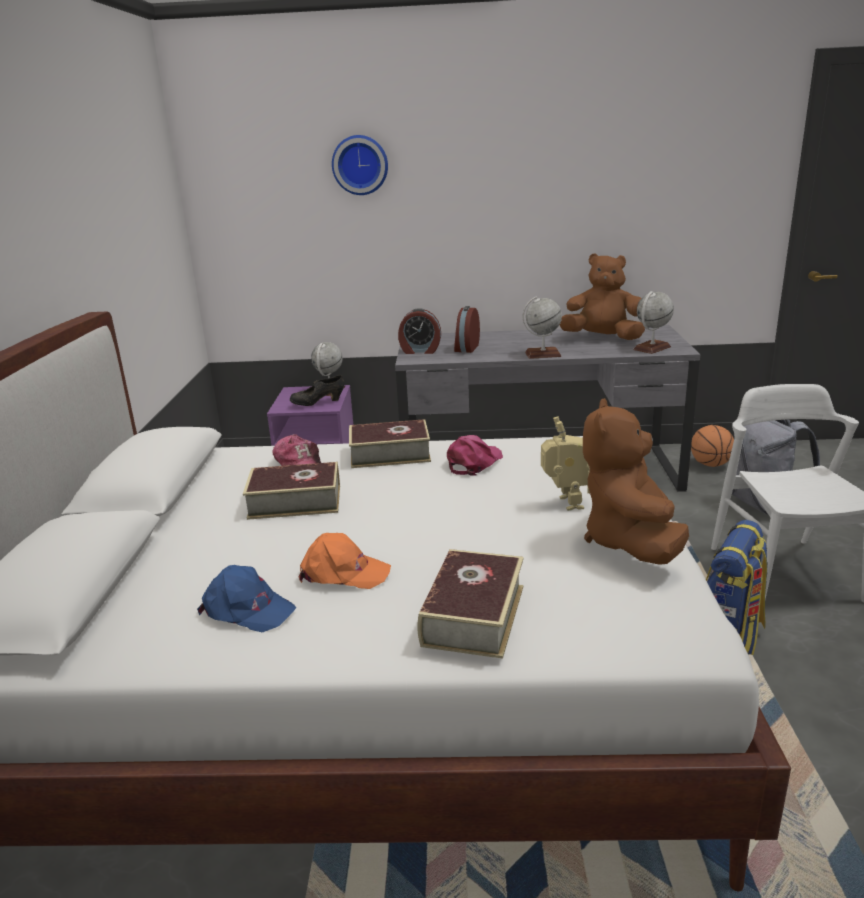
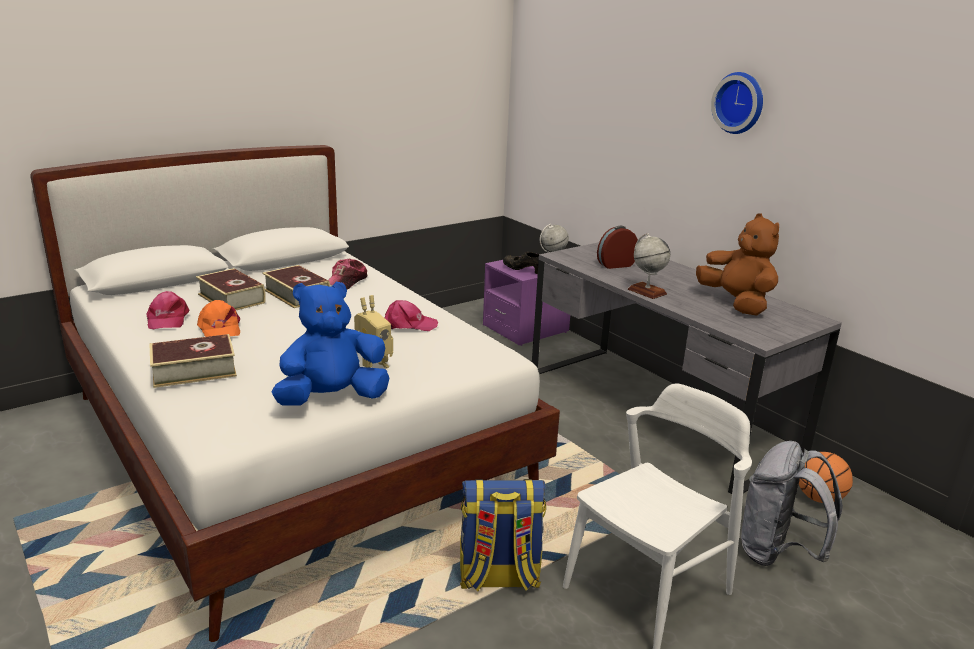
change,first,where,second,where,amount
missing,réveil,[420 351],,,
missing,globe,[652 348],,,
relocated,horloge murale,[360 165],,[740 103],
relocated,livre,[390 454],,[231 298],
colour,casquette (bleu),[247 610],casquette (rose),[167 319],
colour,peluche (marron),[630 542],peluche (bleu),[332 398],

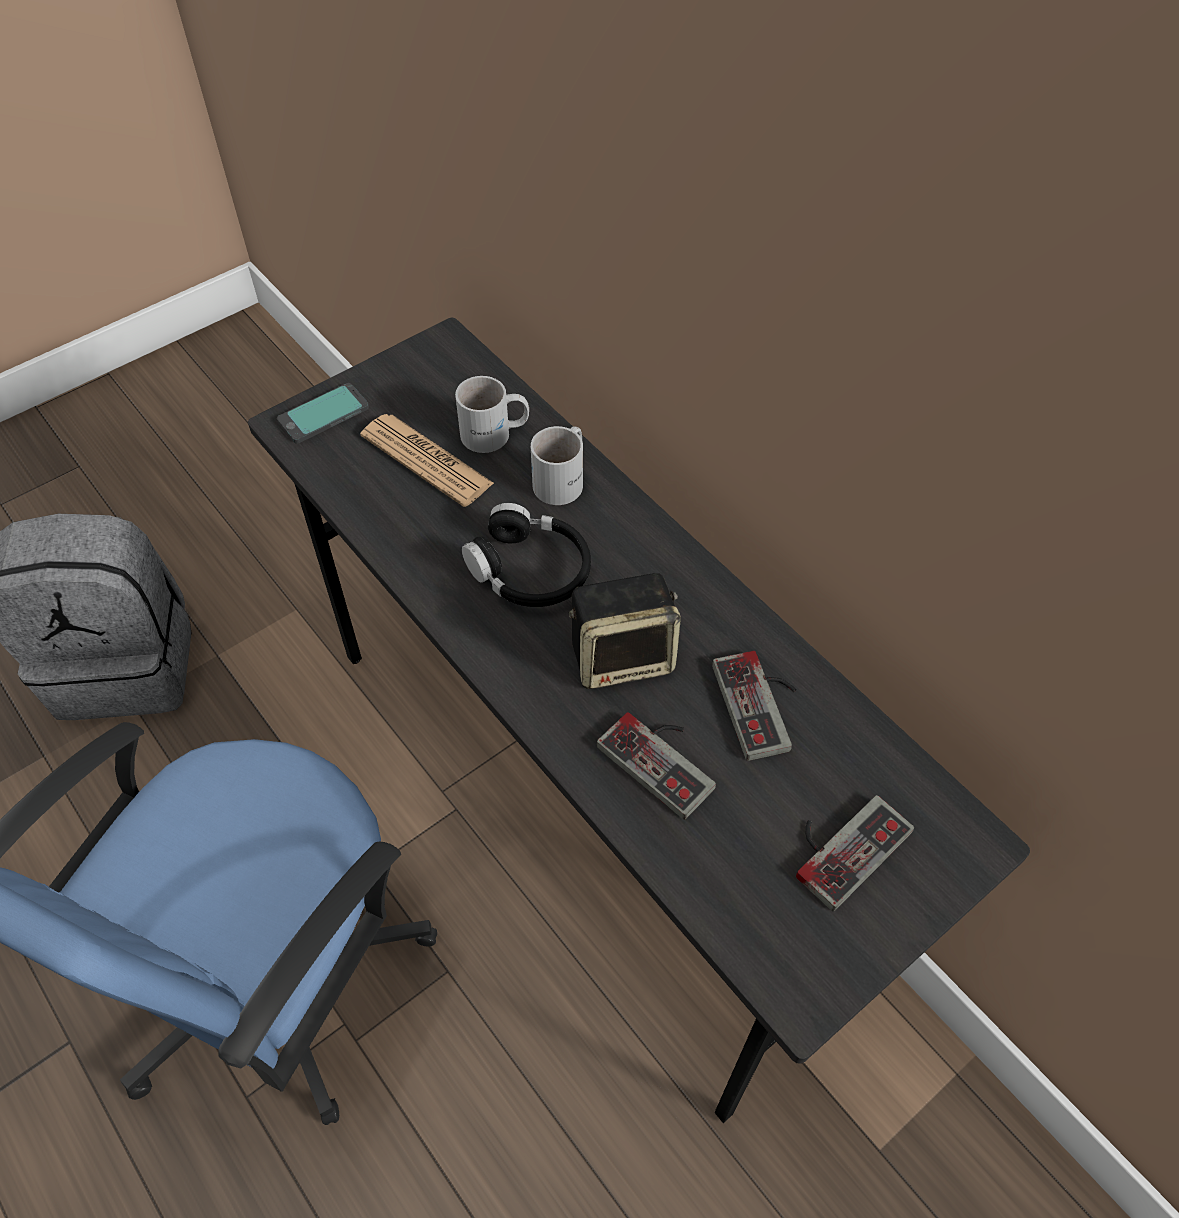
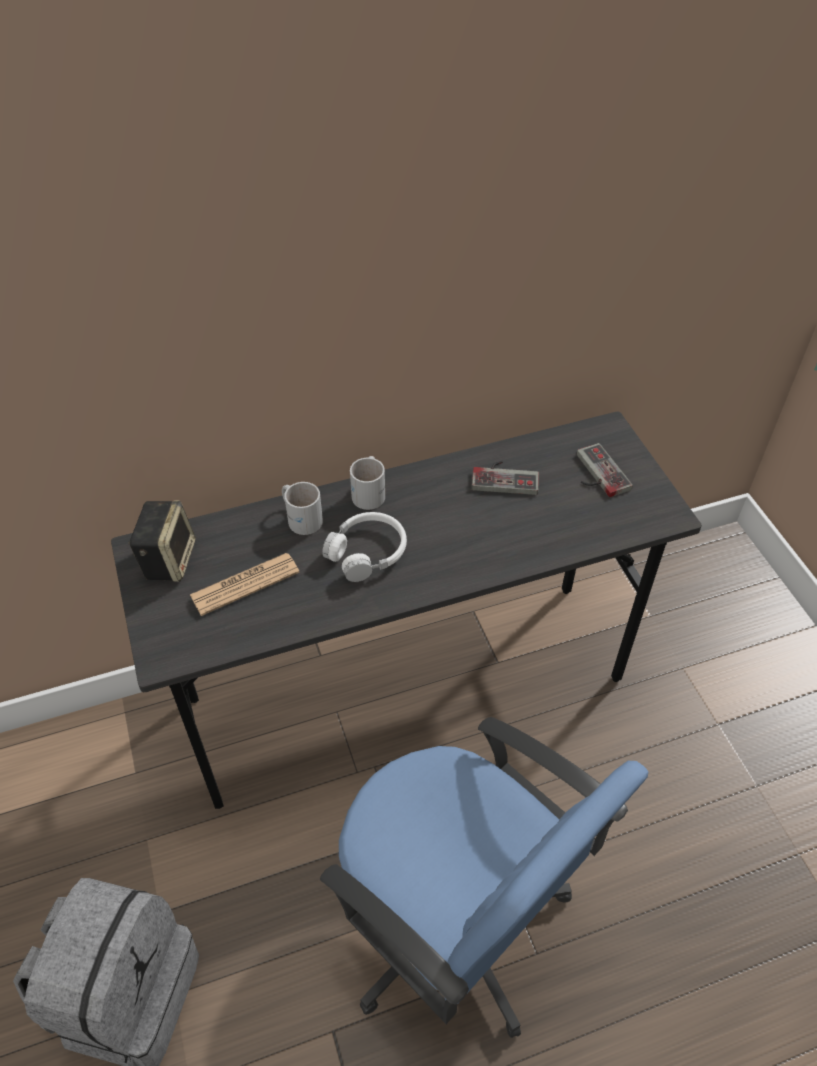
change,first,where,second,where,amount
missing,téléphone,[323 415],,,
missing,manette,[664 758],,,
relocated,mug (blanc),[495 434],,[371 492],
relocated,enceinte,[623 656],,[168 559],
colour,casque audio (noir),[530 570],casque audio (blanc),[367 552],

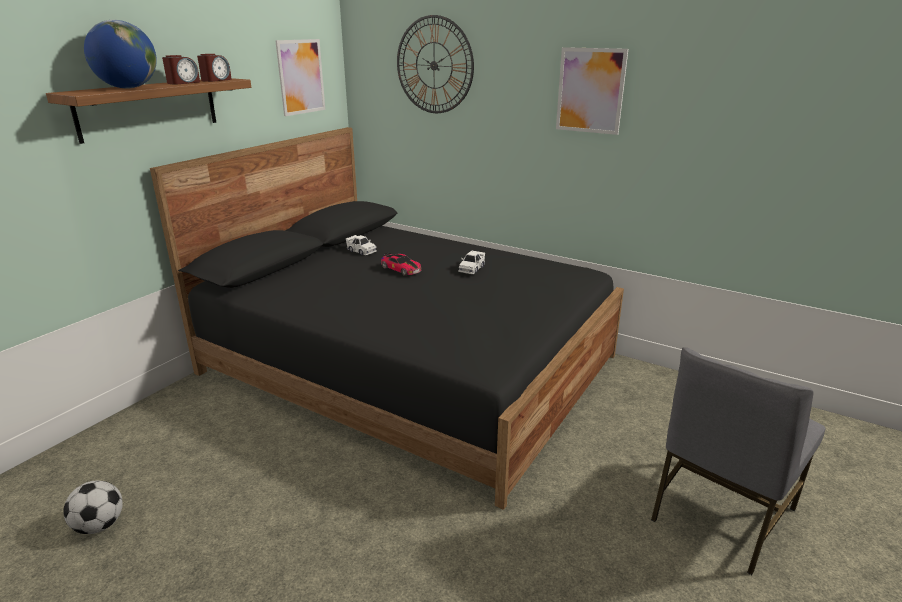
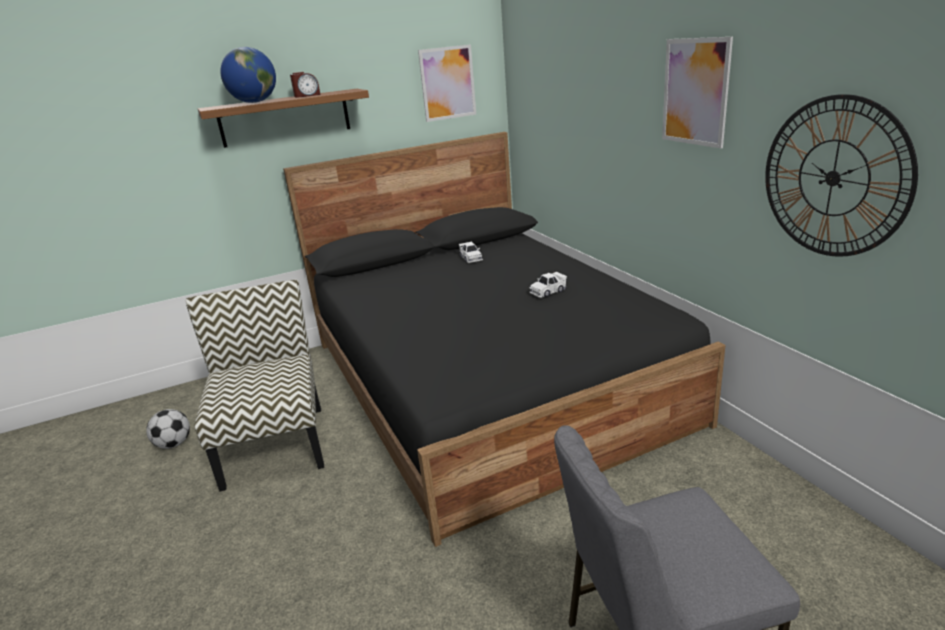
change,first,where,second,where,amount
missing,réveil,[216 80],,,
missing,petite voiture,[401 269],,,
appeared,,,chaise,[274 444],
relocated,horloge murale,[434 65],,[833 178],

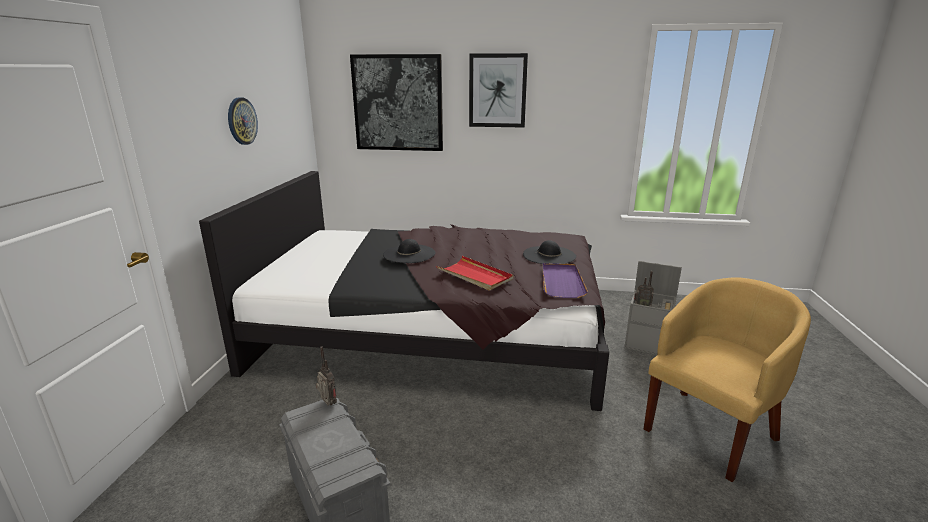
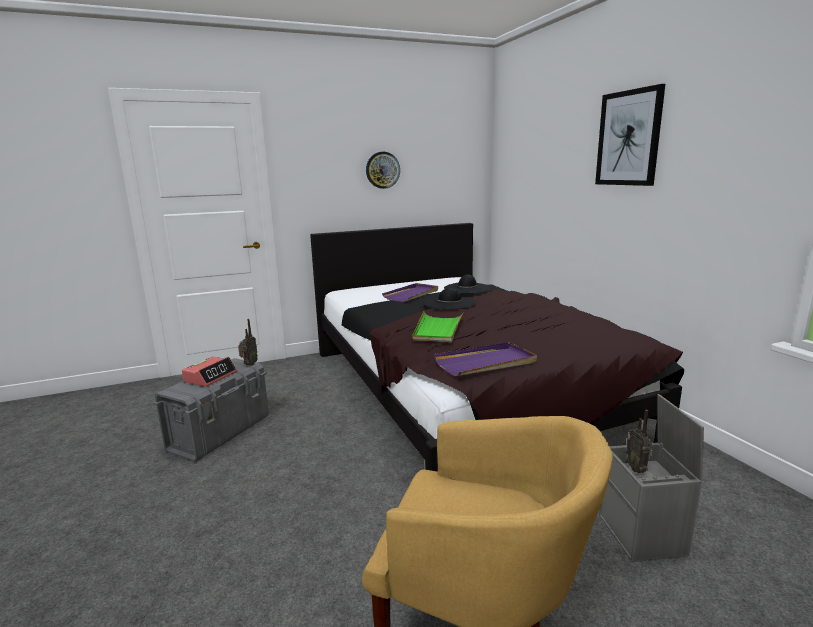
change,first,where,second,where,amount
missing,tableau,[398 103],,,
appeared,,,réveil,[210 377],
appeared,,,plateau (violet),[412 294],
relocated,chapeau (noir),[549 255],,[467 288],
colour,plateau (rouge),[475 276],plateau (vert),[437 329],

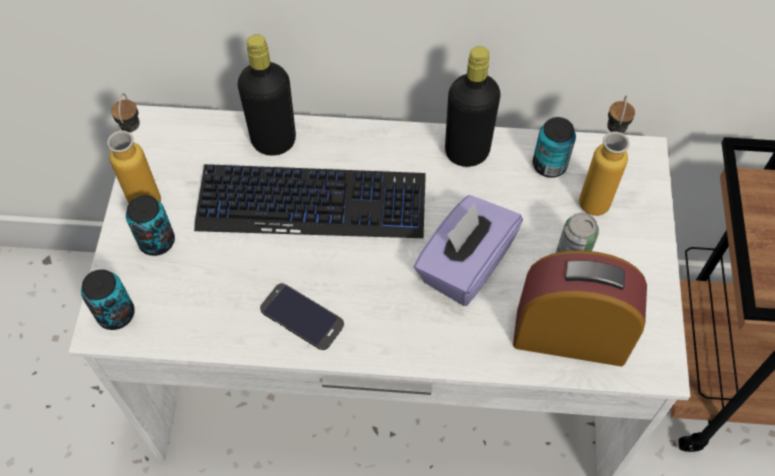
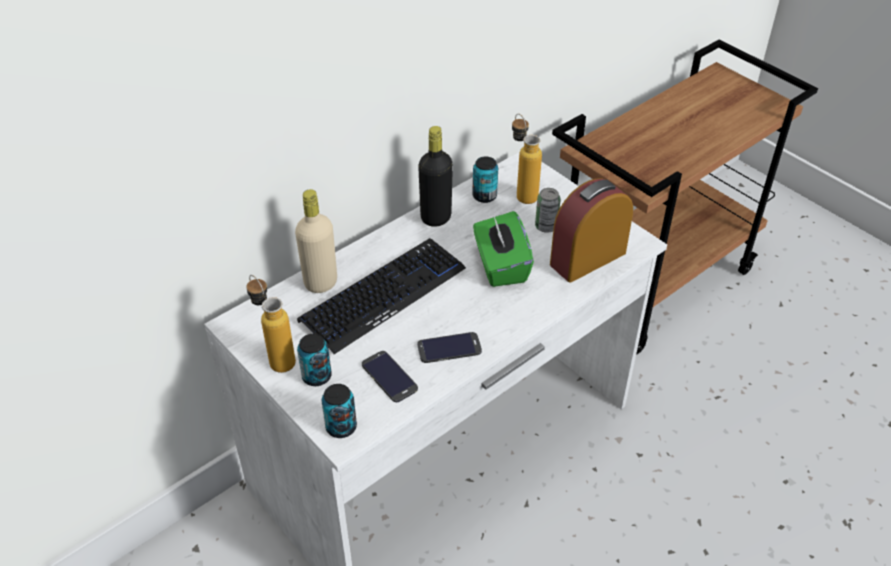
change,first,where,second,where,amount
appeared,,,téléphone,[389 377],
colour,bouteille (noir),[274 141],bouteille (beige),[320 282],
colour,boîte à mouchoirs (violet),[464 265],boîte à mouchoirs (vert),[500 266],

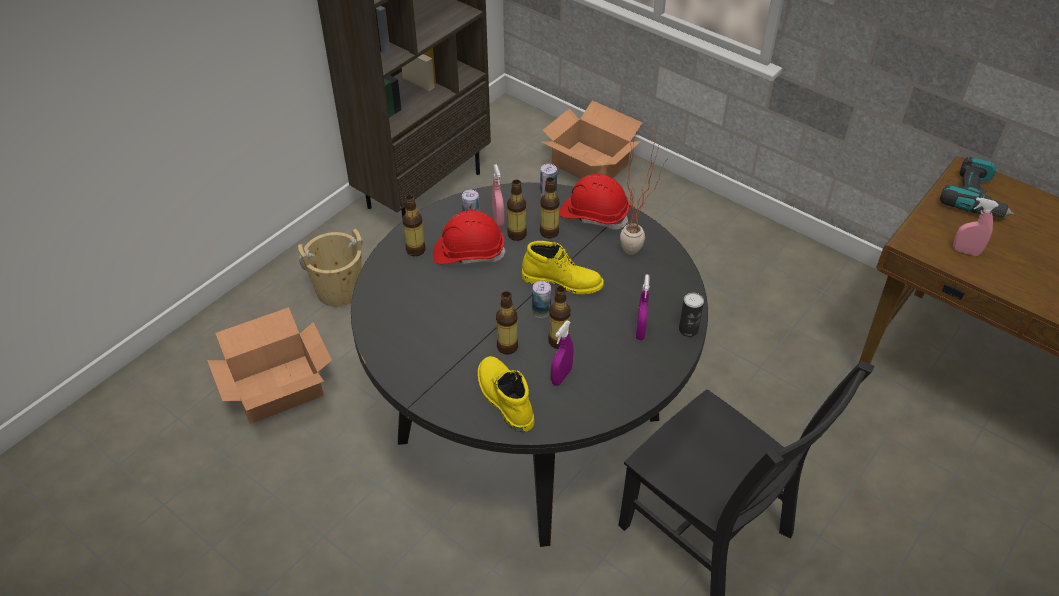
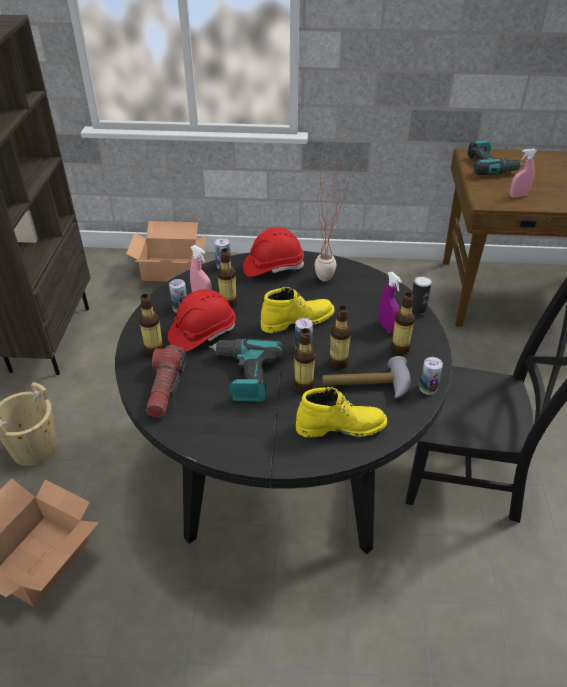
change,first,where,second,where,amount
appeared,,,lampe de poche,[165 388],
appeared,,,perceuse,[245 375],
appeared,,,boîte métallique,[428 388],
relocated,bouteille,[549 232],,[399 349],
exchanged,vaporisateur (violet),[561 376],marteau,[366 386],
spun,botte (jaune),[503 398],,[341 426],150 degrees clockwise

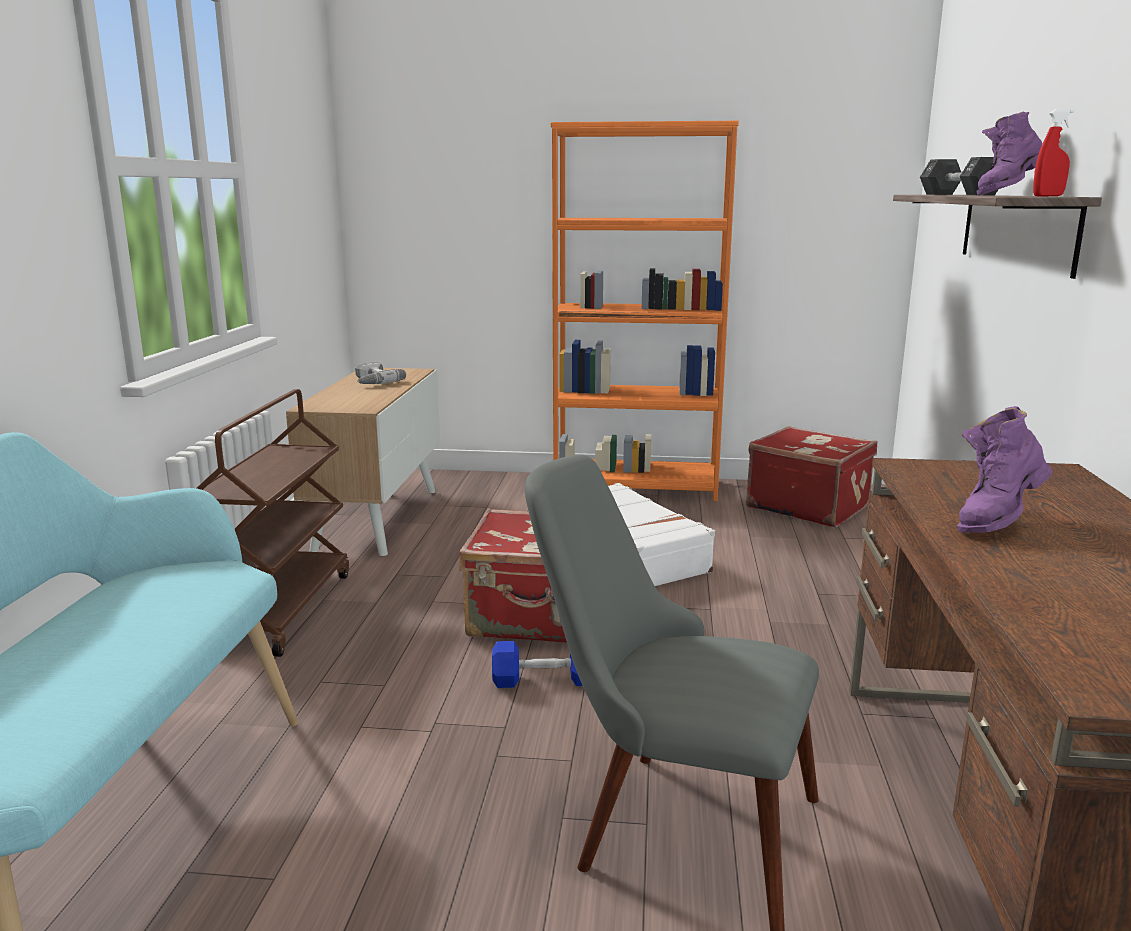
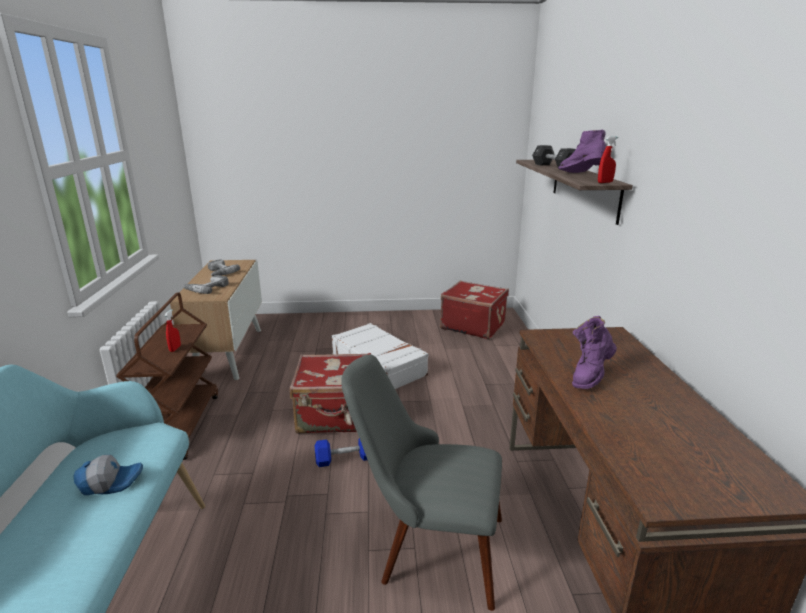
change,first,where,second,where,amount
missing,bibliothèque (orange),[636 487],,,
appeared,,,casquette,[111 482],
appeared,,,vaporisateur (rouge),[175 349],
appeared,,,perceuse,[206 288],
spun,botte (violet),[1006 195],,[581 175],105 degrees clockwise

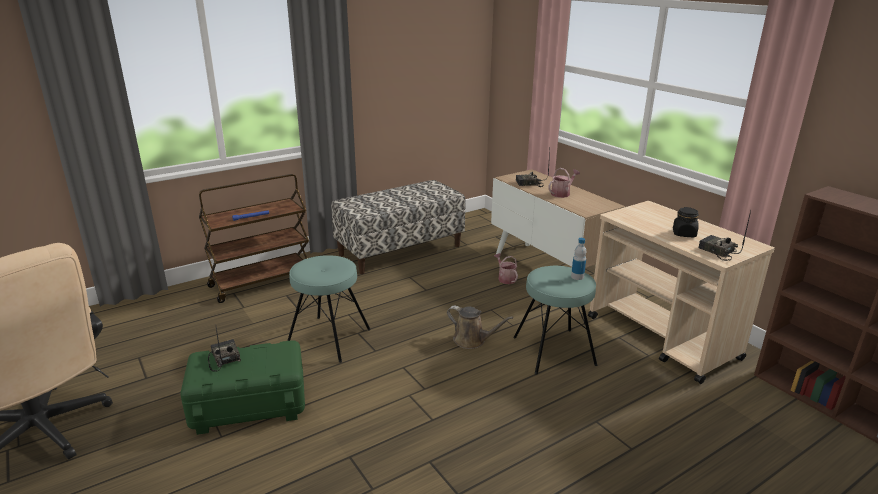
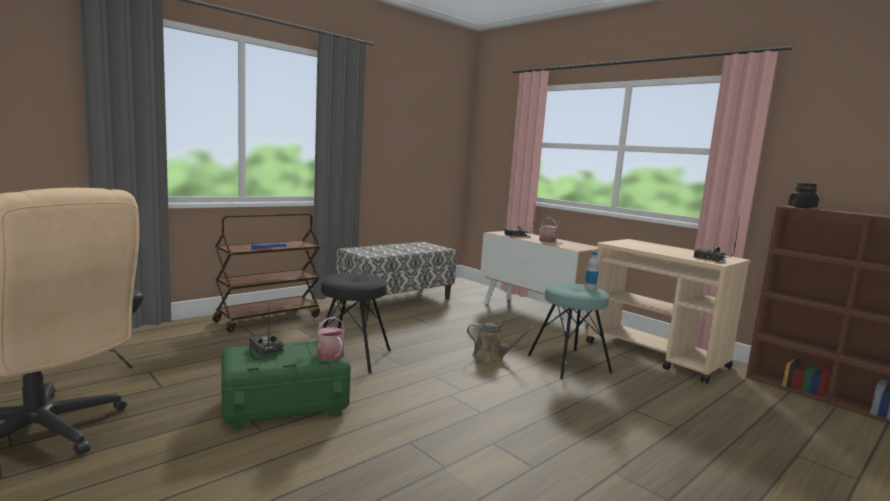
change,first,where,second,where,amount
relocated,arrosoir,[505 278],,[328 353],
relocated,bocal (noir),[684 234],,[802 207],
colour,tabouret (turquoise),[329 339],tabouret (noir),[351 357],

